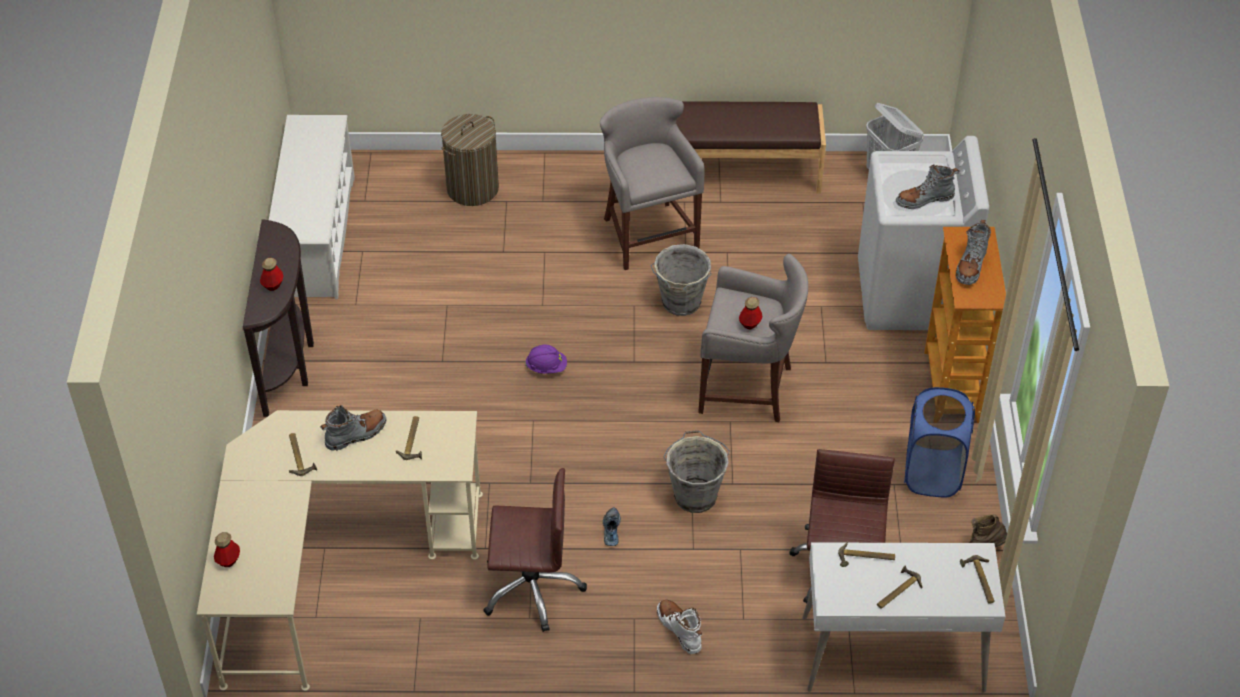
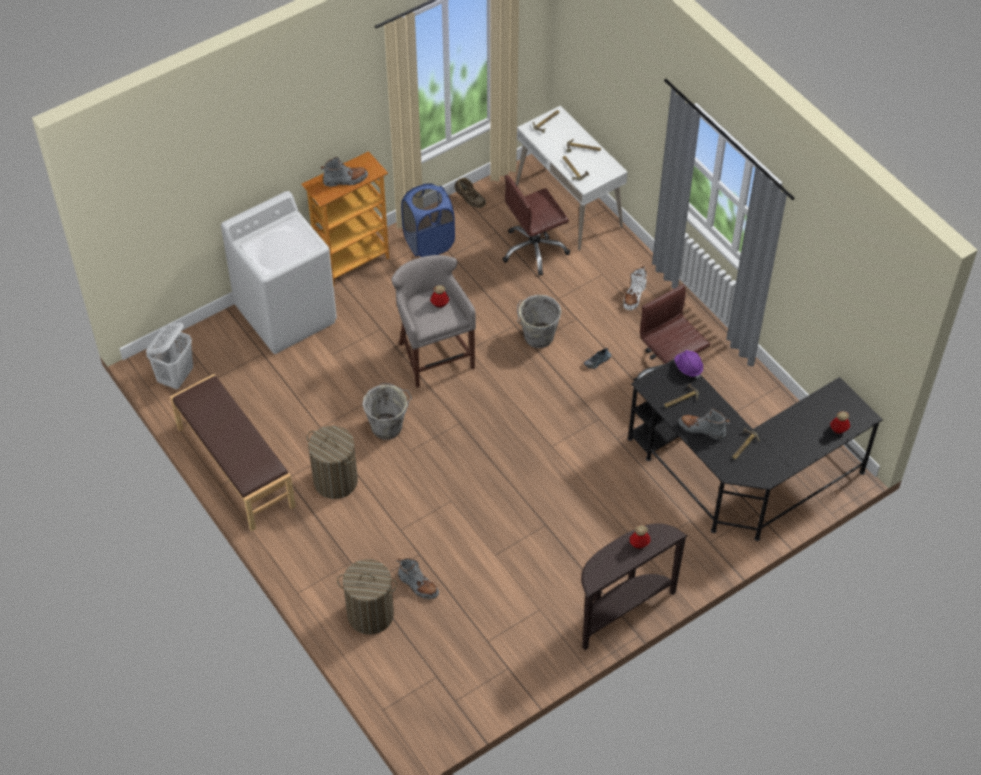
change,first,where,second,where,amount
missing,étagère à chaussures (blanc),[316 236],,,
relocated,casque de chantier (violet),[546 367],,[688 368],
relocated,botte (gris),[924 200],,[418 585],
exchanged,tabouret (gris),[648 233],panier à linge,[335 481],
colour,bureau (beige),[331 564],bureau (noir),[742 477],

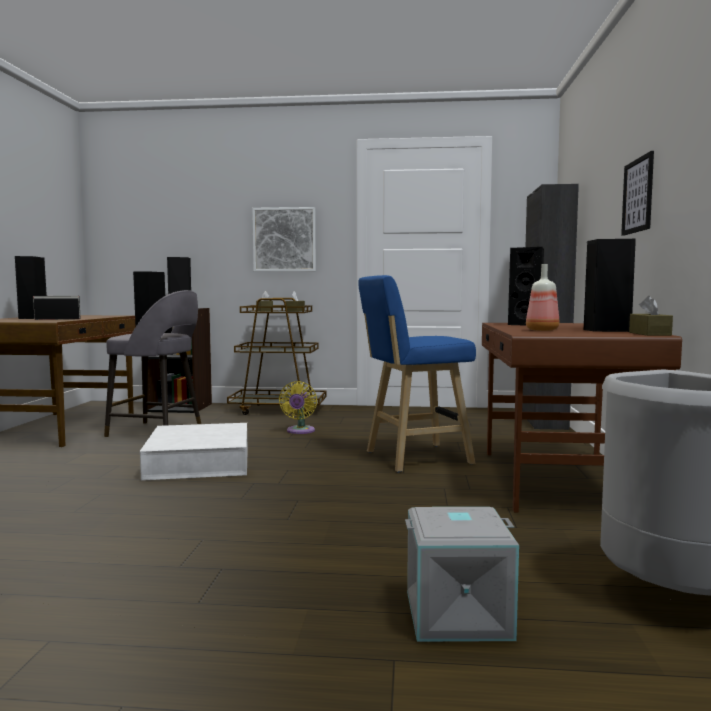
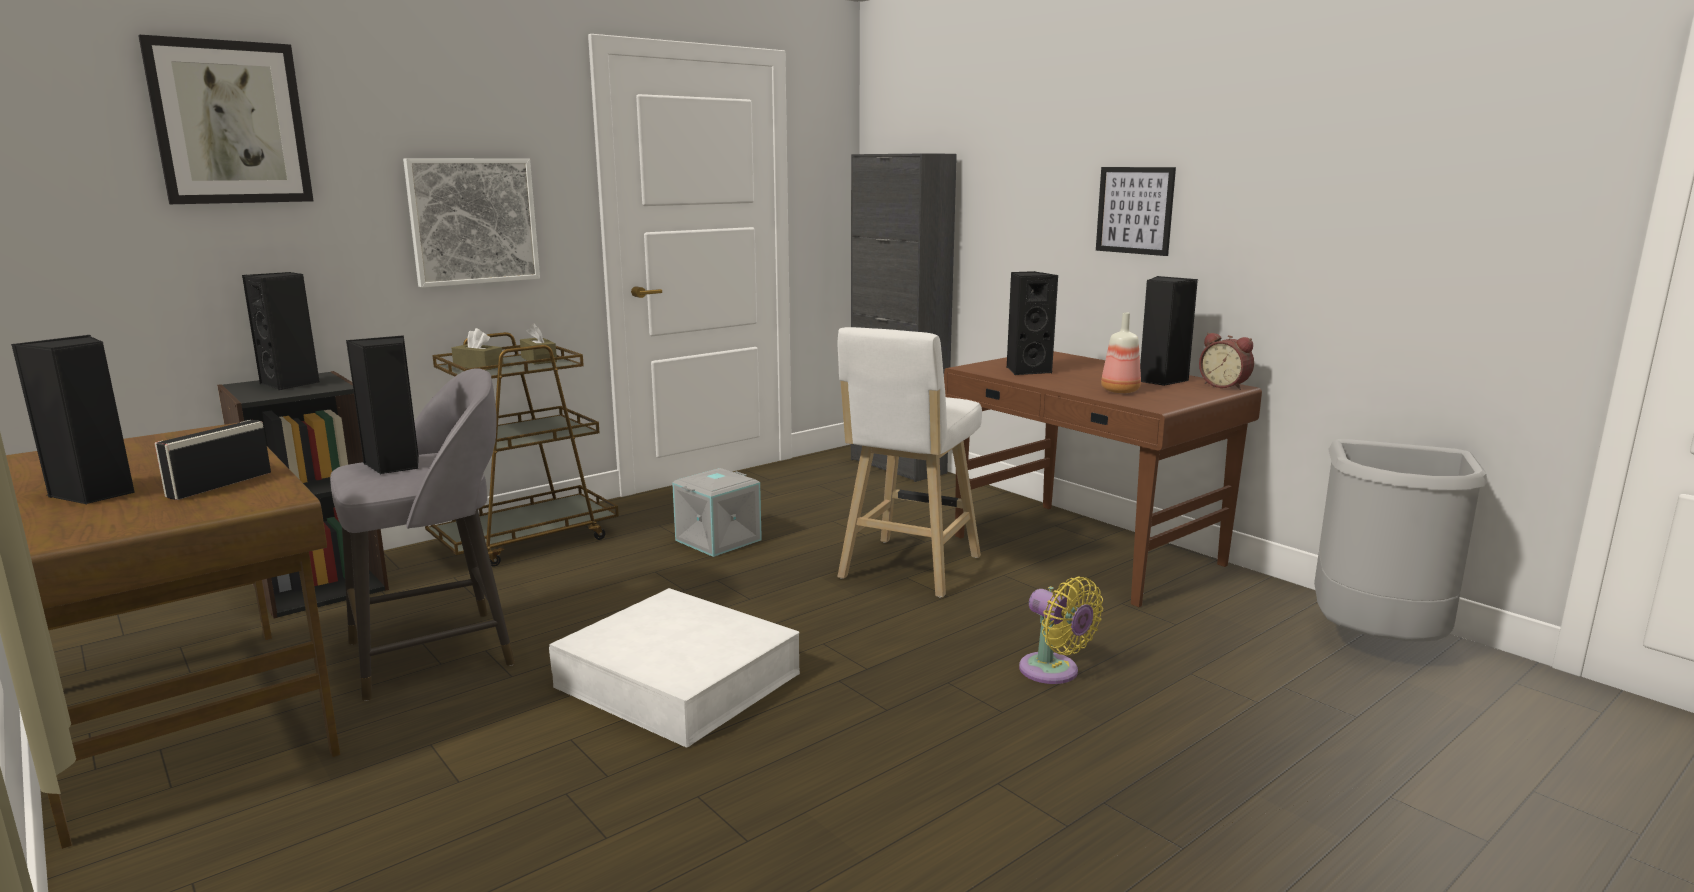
change,first,where,second,where,amount
appeared,,,tableau,[230 123],
relocated,ventilateur (jaune),[300 431],,[1053 672],
relocated,boîte de rangement (gris),[457 616],,[718 540],
exchanged,boîte à mouchoirs (marron),[649 334],réveil,[1225 386],
colour,tabouret (bleu),[413 458],tabouret (blanc),[907 570],

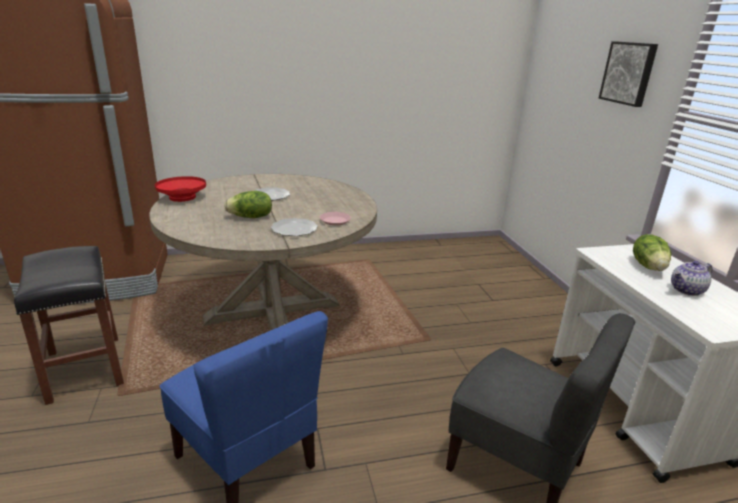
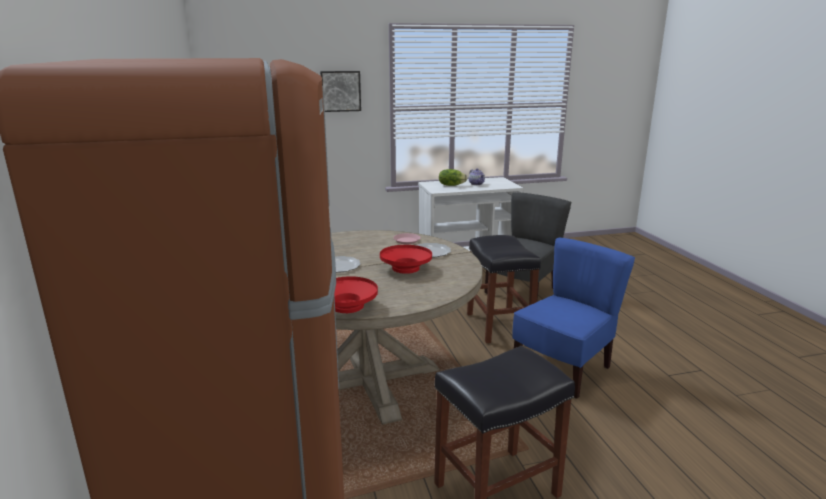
change,first,where,second,where,amount
appeared,,,tabouret (noir),[499 326],
exchanged,laitue,[251 217],bol (rouge),[406 268],

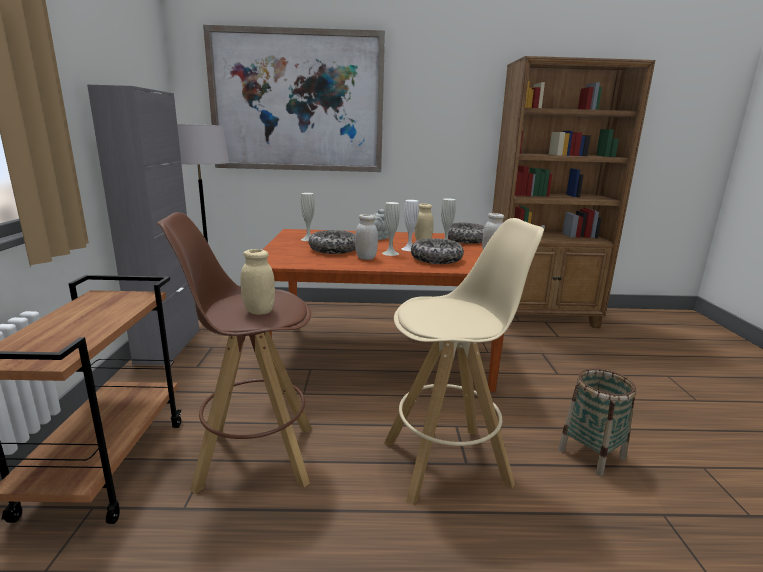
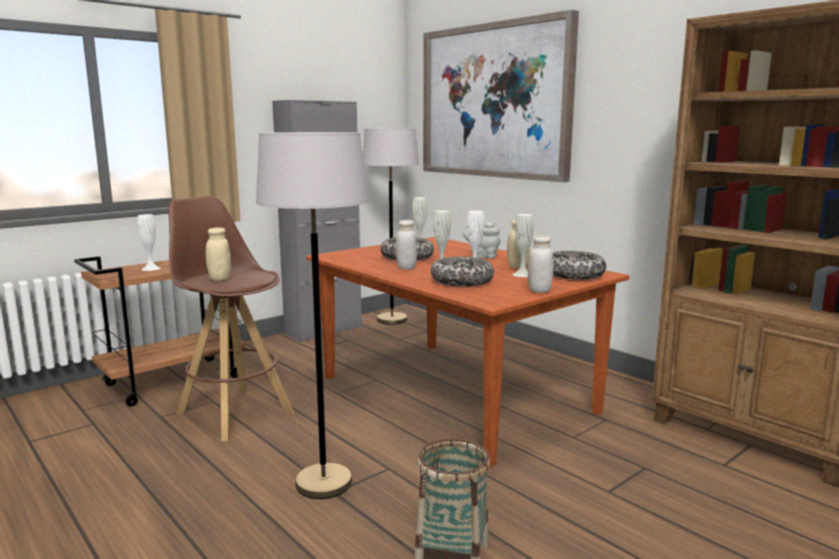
change,first,where,second,where,amount
appeared,,,vase (blanc),[151 268],
exchanged,tabouret (beige),[447 462],lampadaire (gris),[323 483],

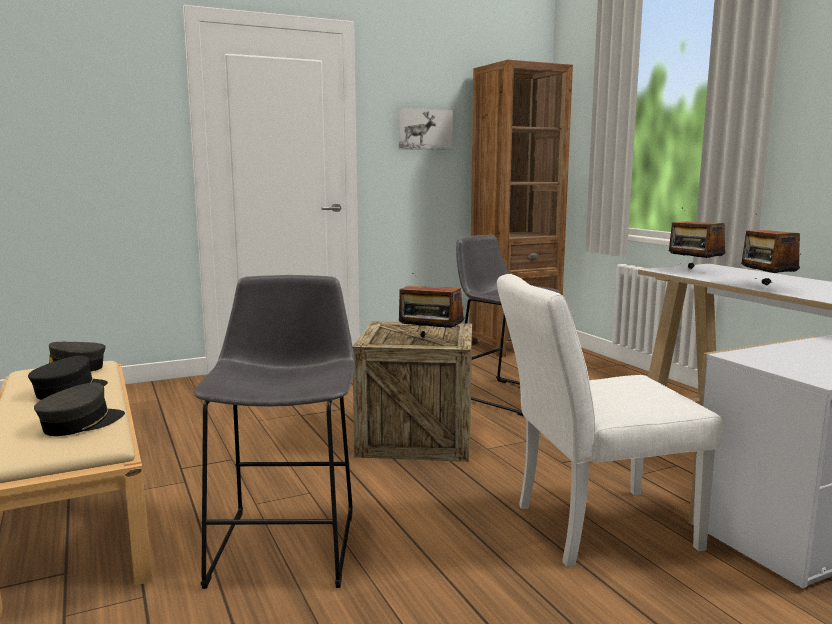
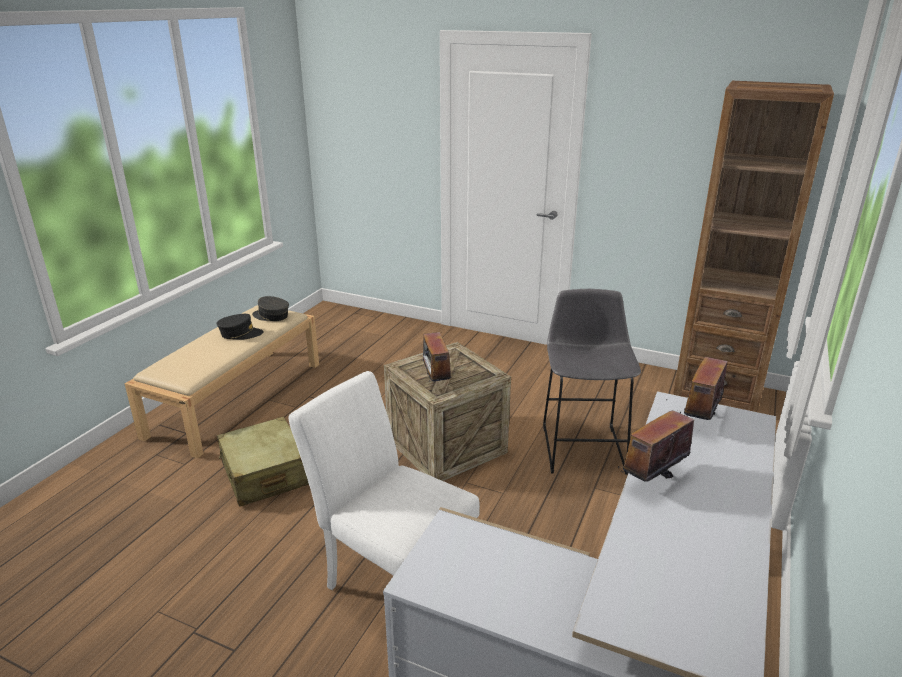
change,first,where,second,where,amount
missing,casquette (gris),[81 424],,,
missing,tableau,[424 129],,,
exchanged,tabouret (gris),[288 541],valise (beige),[265 474],

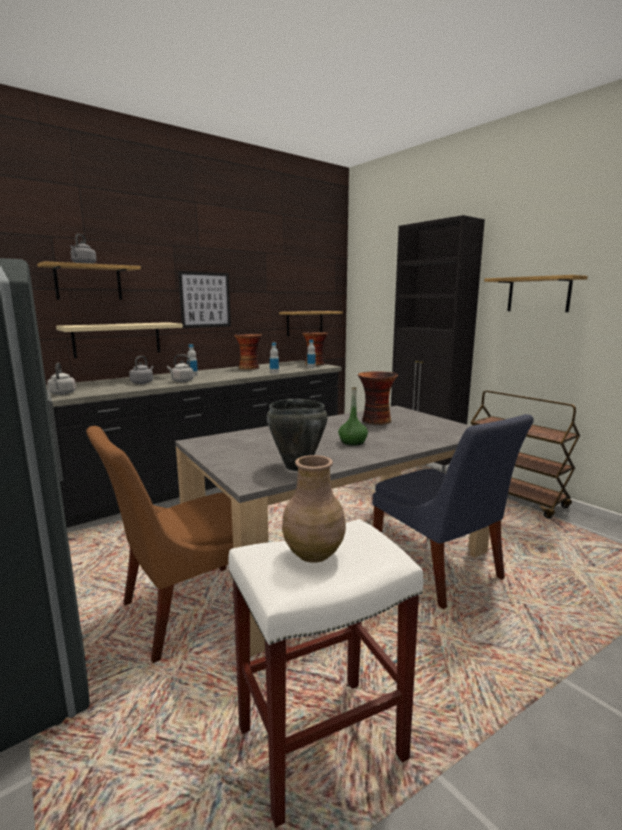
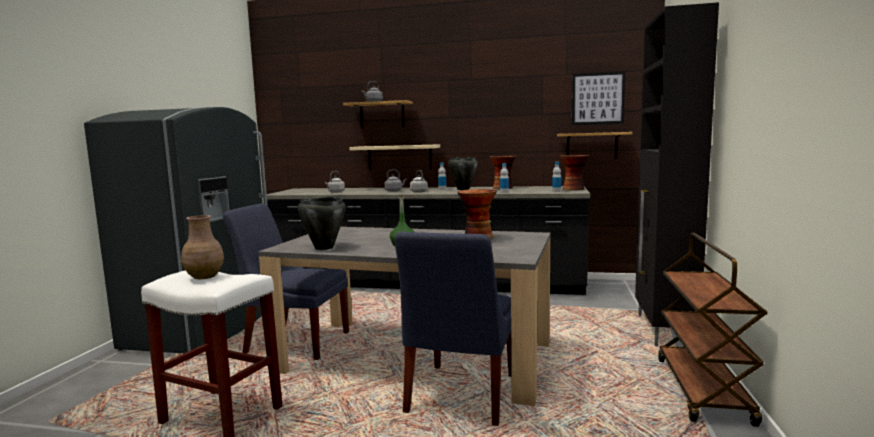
change,first,where,second,where,amount
missing,étagère,[538 294],,,
appeared,,,marmite (noir),[463 189],
relocated,tableau,[205 300],,[598 98],
colour,chaise (marron),[186 610],chaise (bleu),[294 342],

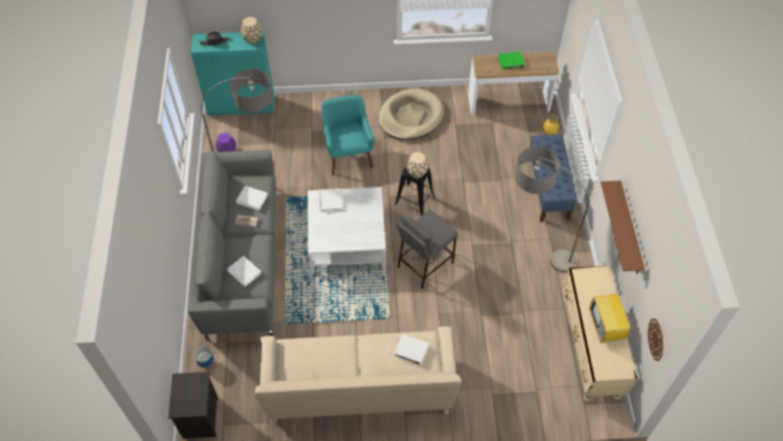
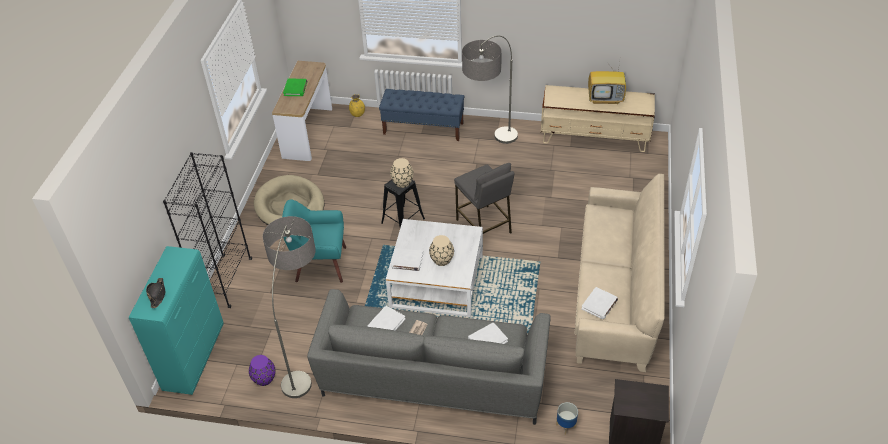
change,first,where,second,where,amount
missing,étagère (marron),[629 229],,,
missing,horloge murale,[656 339],,,
appeared,,,bibliothèque (noir),[226 281],
relocated,vase (beige),[252 39],,[441 260],
relocated,livre (blanc),[411 350],,[599 304],

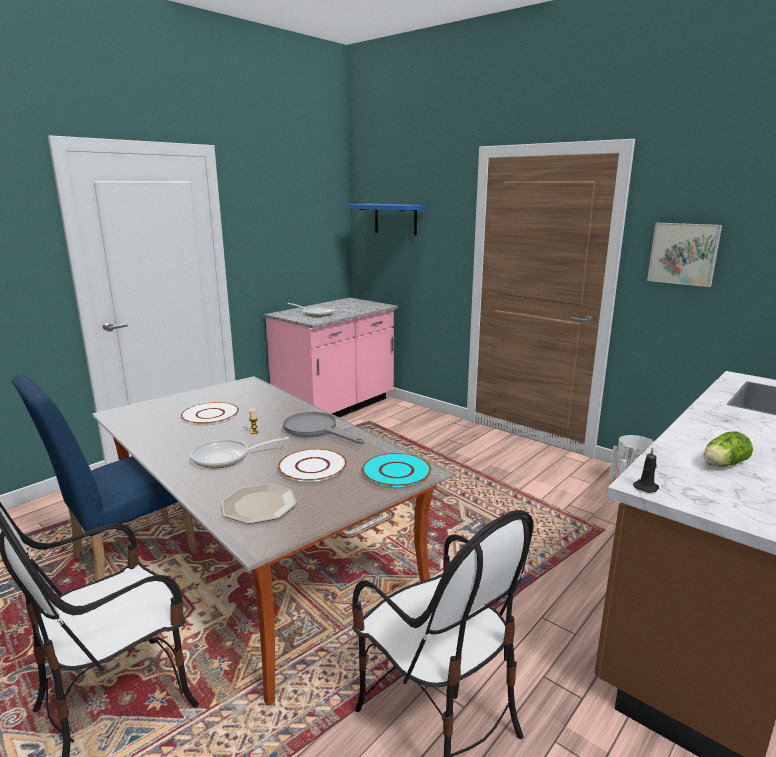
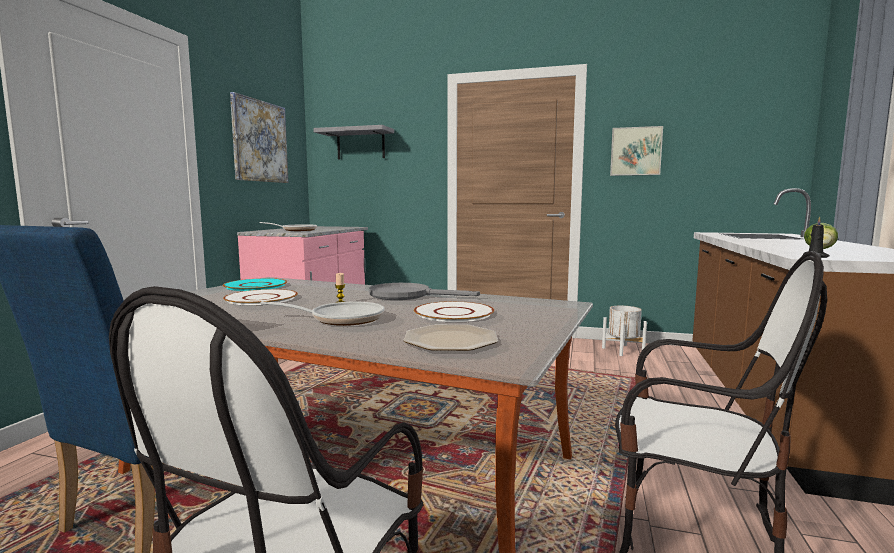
change,first,where,second,where,amount
appeared,,,tableau,[259 141],
relocated,assiette (turquoise),[396 471],,[255 286],
colour,étagère (bleu),[395 219],étagère (gris),[360 144],
spun,poêle,[226 458],,[341 319],135 degrees counterclockwise

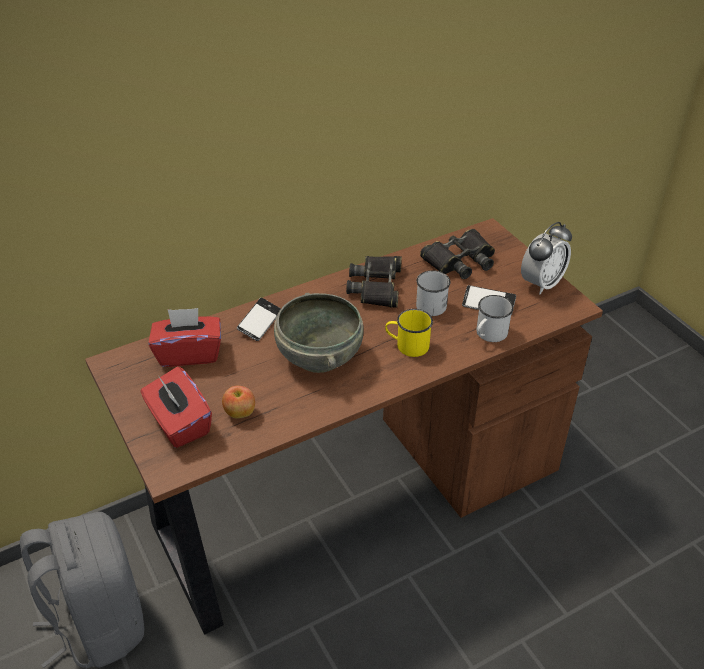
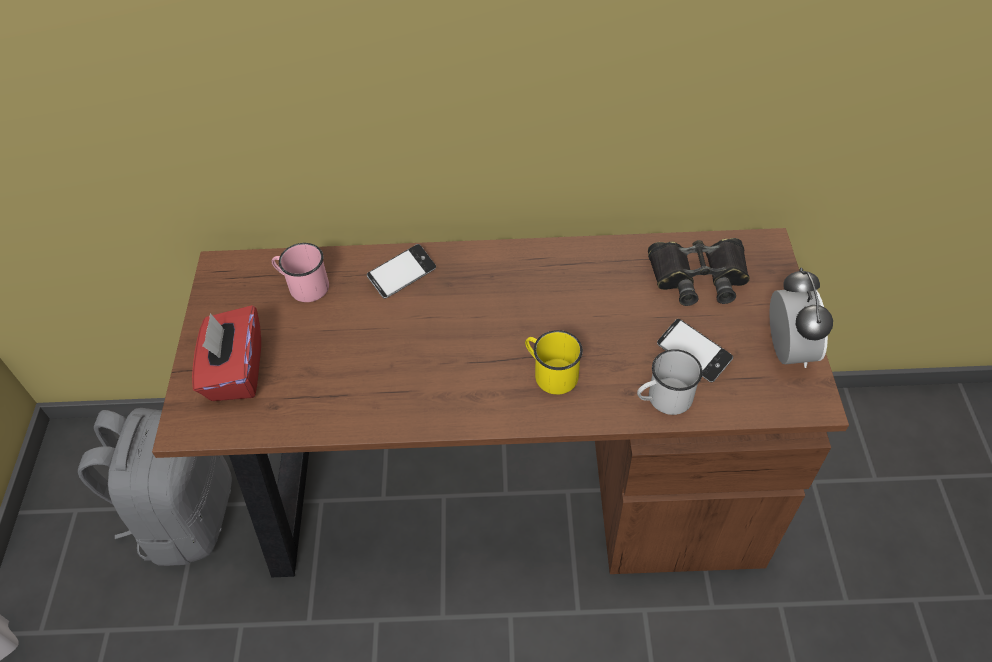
change,first,where,second,where,amount
missing,pomme,[240 413],,,
missing,bol (gris),[318 356],,,
missing,jumelles (noir),[376 286],,,
missing,mug (blanc),[431 303],,,
exchanged,boîte à mouchoirs (rouge),[189 353],mug (rose),[303 286],
spun,réveil,[541 283],,[787 350],75 degrees counterclockwise

